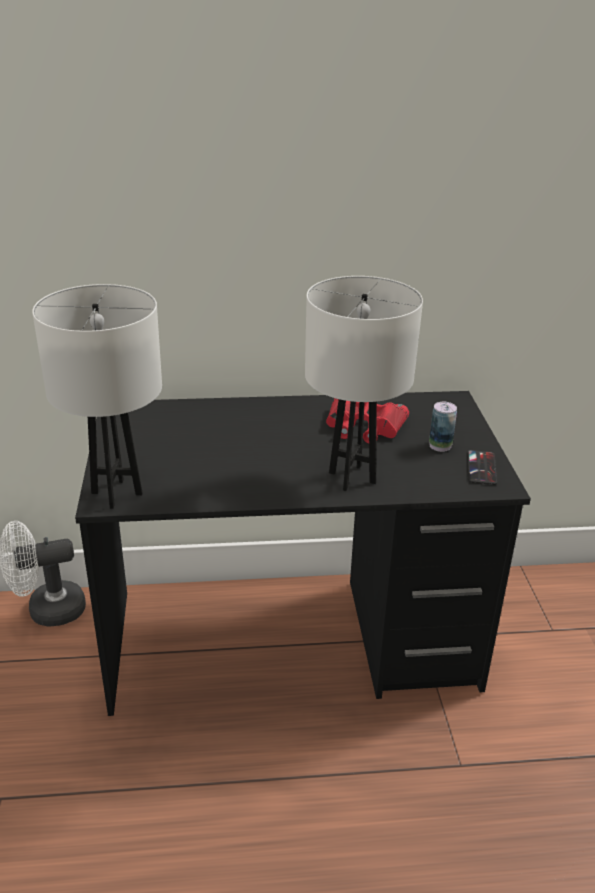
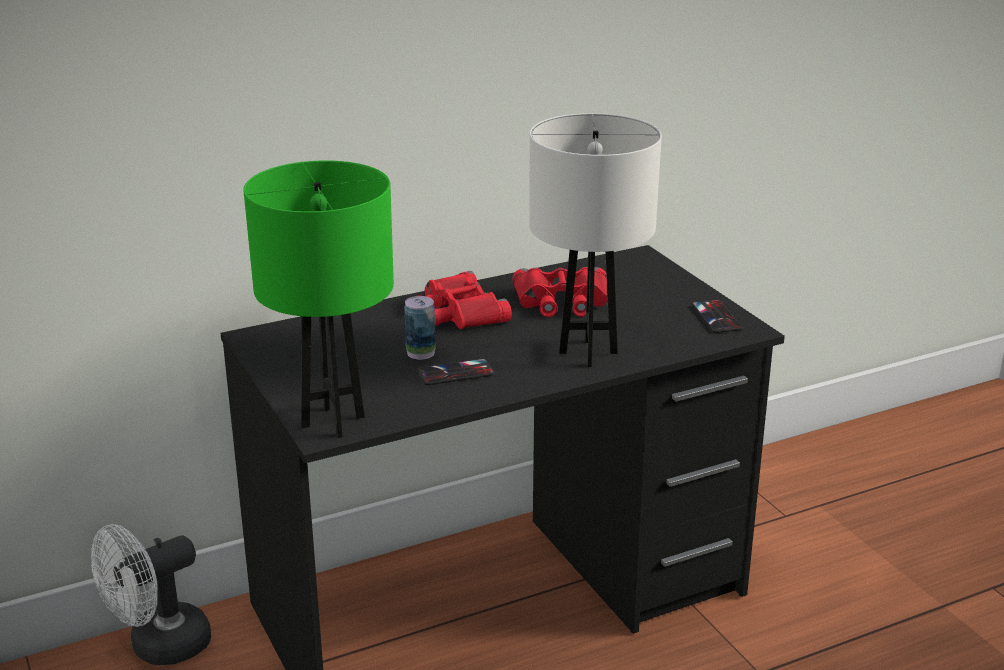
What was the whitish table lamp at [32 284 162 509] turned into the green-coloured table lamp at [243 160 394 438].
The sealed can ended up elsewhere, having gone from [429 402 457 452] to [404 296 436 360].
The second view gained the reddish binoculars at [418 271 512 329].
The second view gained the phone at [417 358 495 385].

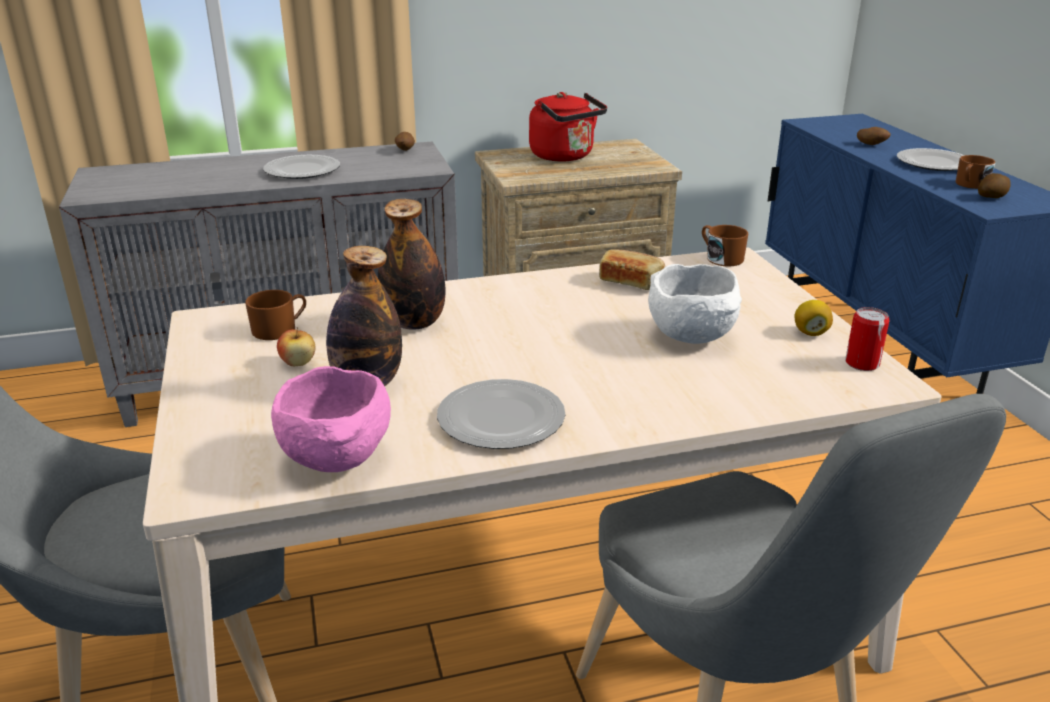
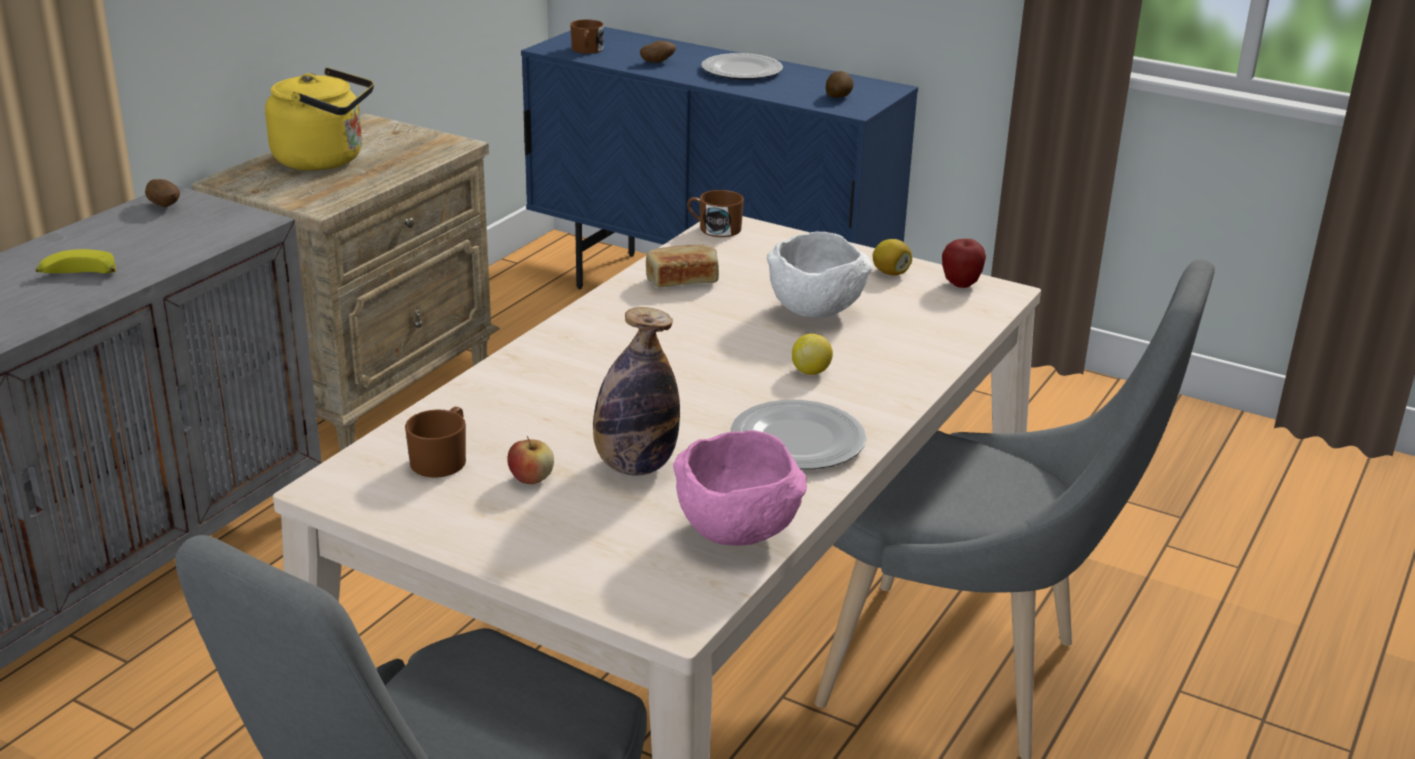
What was the reddish kettle at [529 92 607 161] turned into the yellow-coloured kettle at [265 67 374 171].
Where the plate stood at [263 155 340 179], the banana came to stand at [36 249 116 273].
The brown tea mug ended up elsewhere, having gone from [956 155 995 189] to [570 19 604 54].
The second view lost the drink bottle at [378 199 445 330].
Where the sealed can stood at [845 307 890 371], the apple came to stand at [942 239 986 288].
The second view gained the whole lemon at [792 334 833 375].

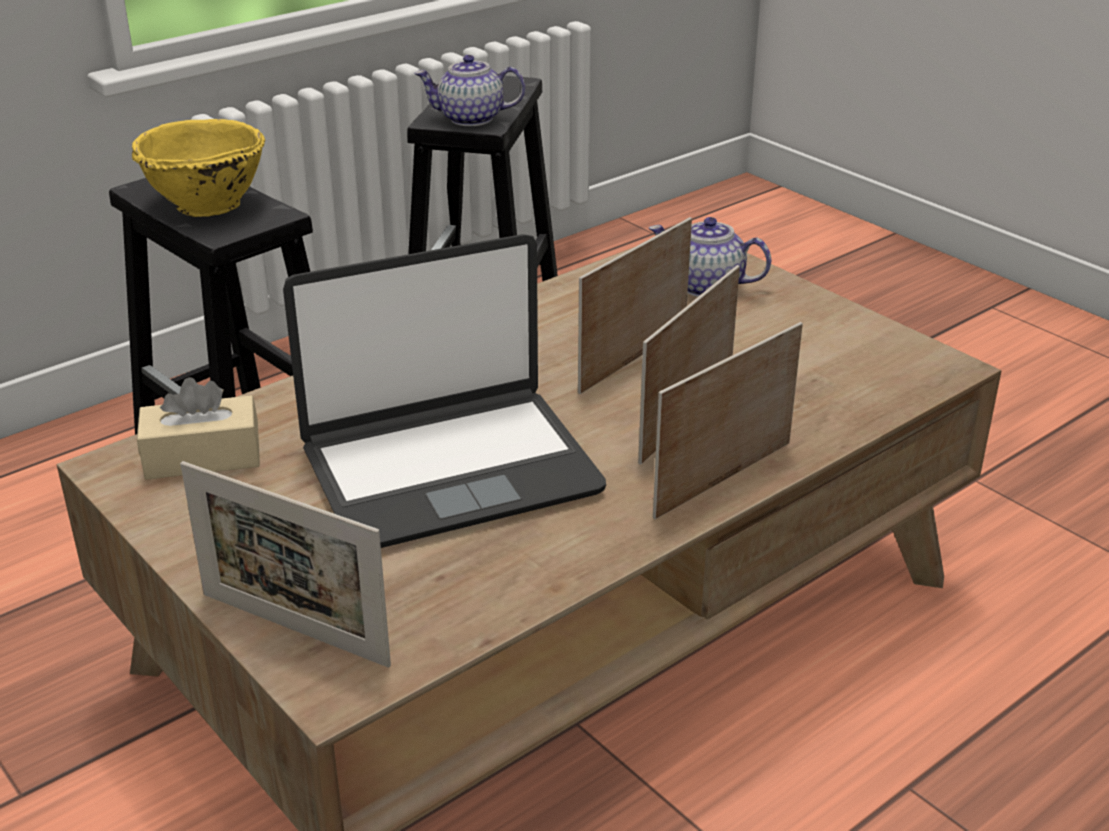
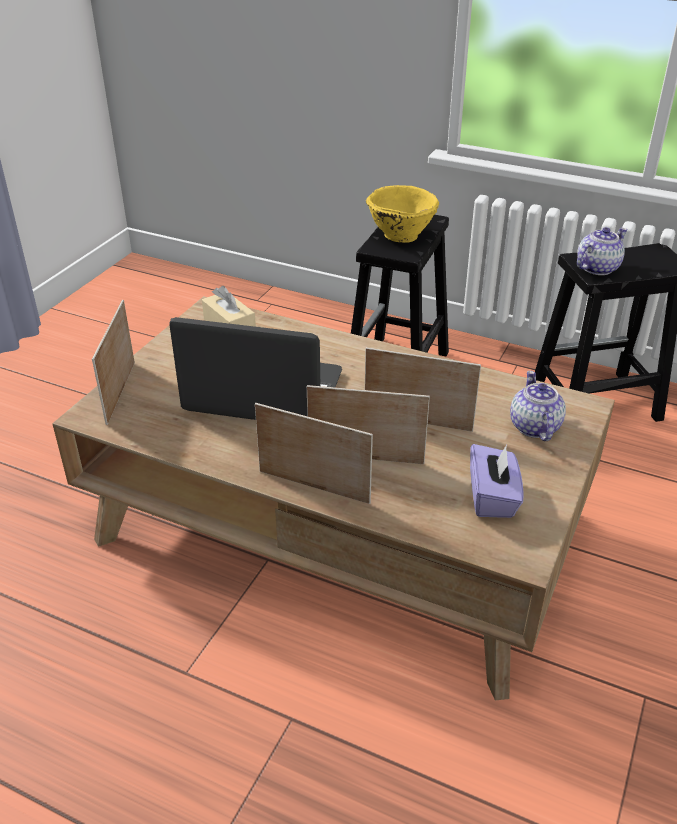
The pot for tea at [414 55 525 126] ended up facing another way, 75 degrees clockwise from before.
The portable computer at [283 234 606 548] ended up facing another way, 150 degrees clockwise from before.
The second view gained the purple-coloured tissue box at [470 444 524 518].

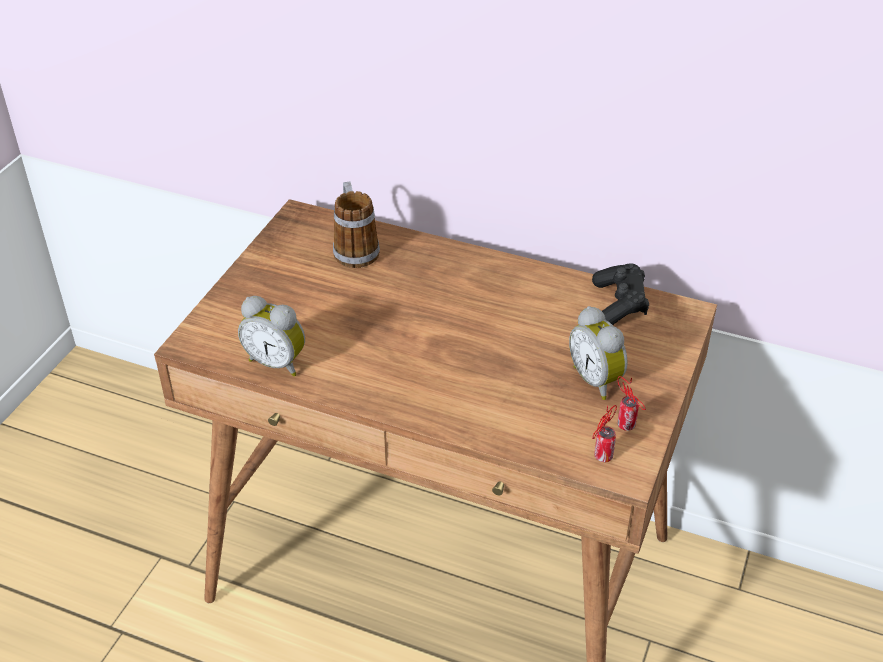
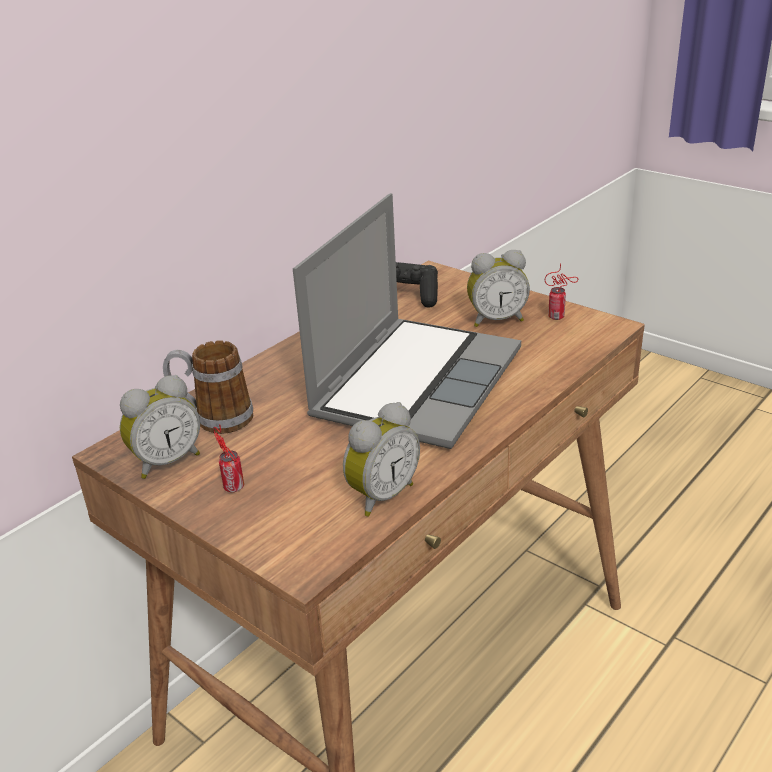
The sealed can ended up elsewhere, having gone from [592 405 617 462] to [213 424 244 492].
The second view gained the portable computer at [293 193 521 449].
The second view gained the bedside clock at [120 375 200 479].

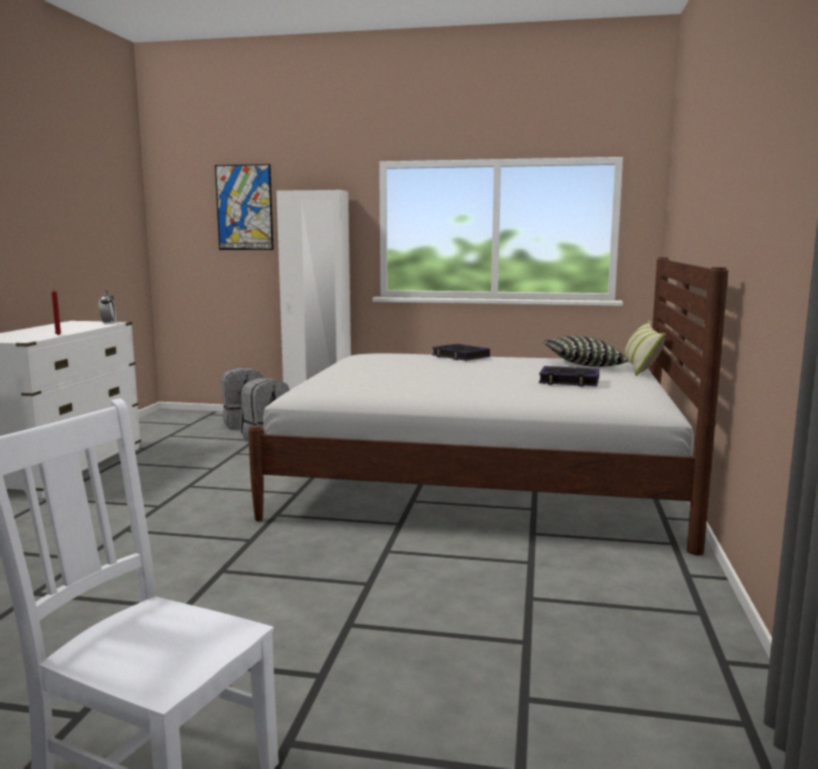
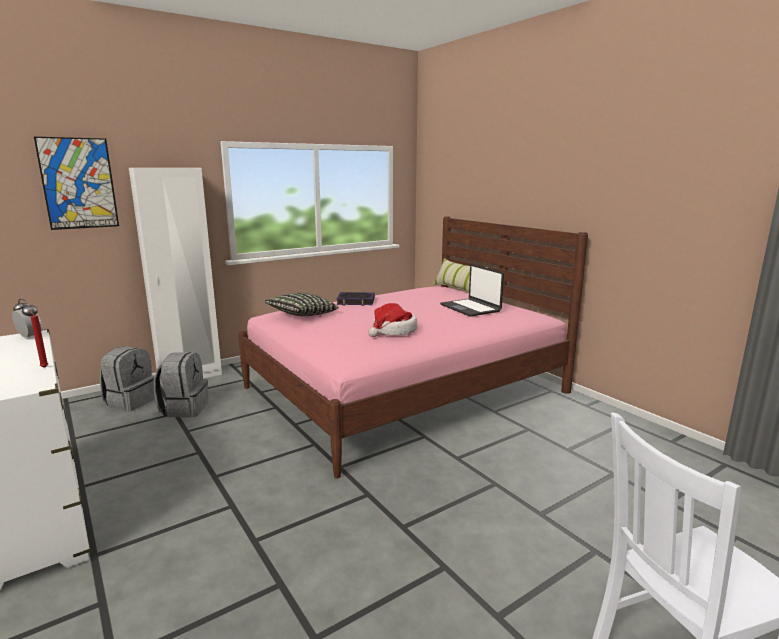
What was the whitish bedroom bed at [248 257 728 555] turned into the pink bedroom bed at [238 216 588 479].
The throw pillow ended up elsewhere, having gone from [543 336 628 367] to [264 293 339 316].
Where the volume stood at [539 366 599 387], the portable computer came to stand at [440 264 504 317].
The second view gained the clothing hat at [368 303 417 337].

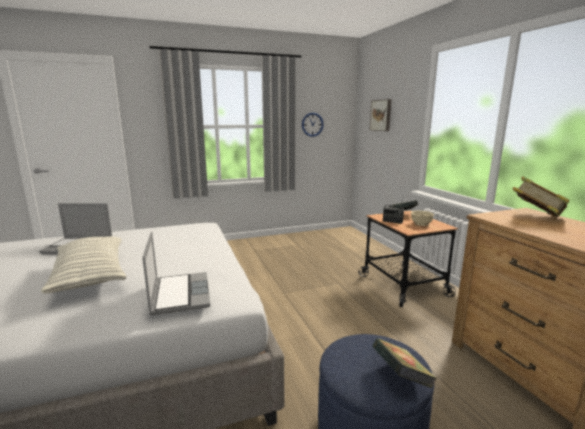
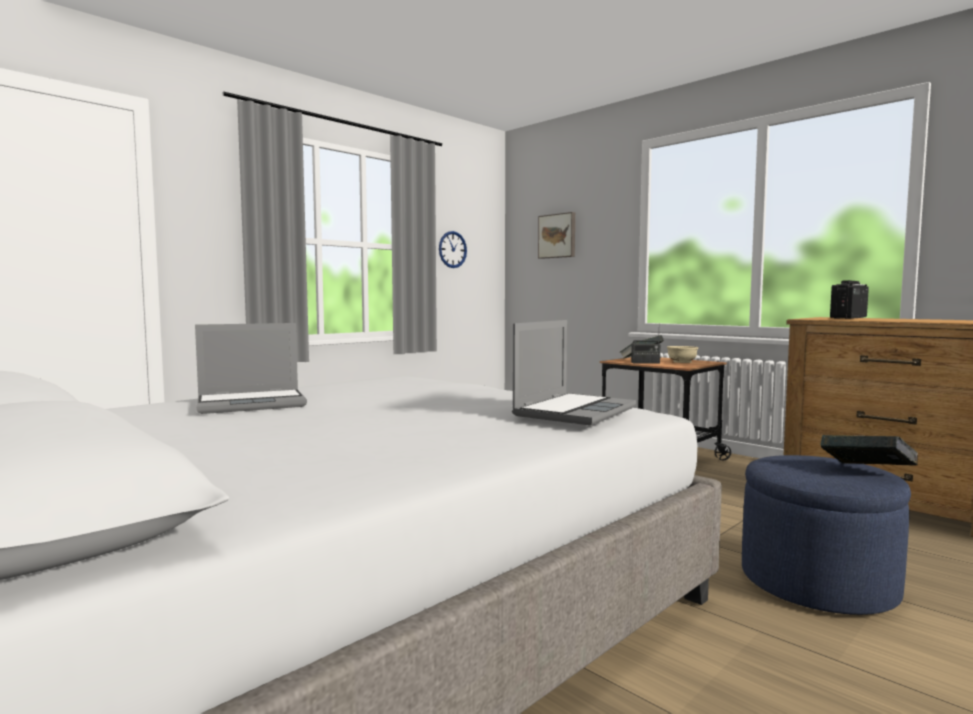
Where the volume stood at [512 176 569 217], the radio set came to stand at [830 280 869 319].
The portable computer at [142 232 210 315] ended up facing another way, 75 degrees clockwise from before.
The second view lost the throw pillow at [41 236 126 293].

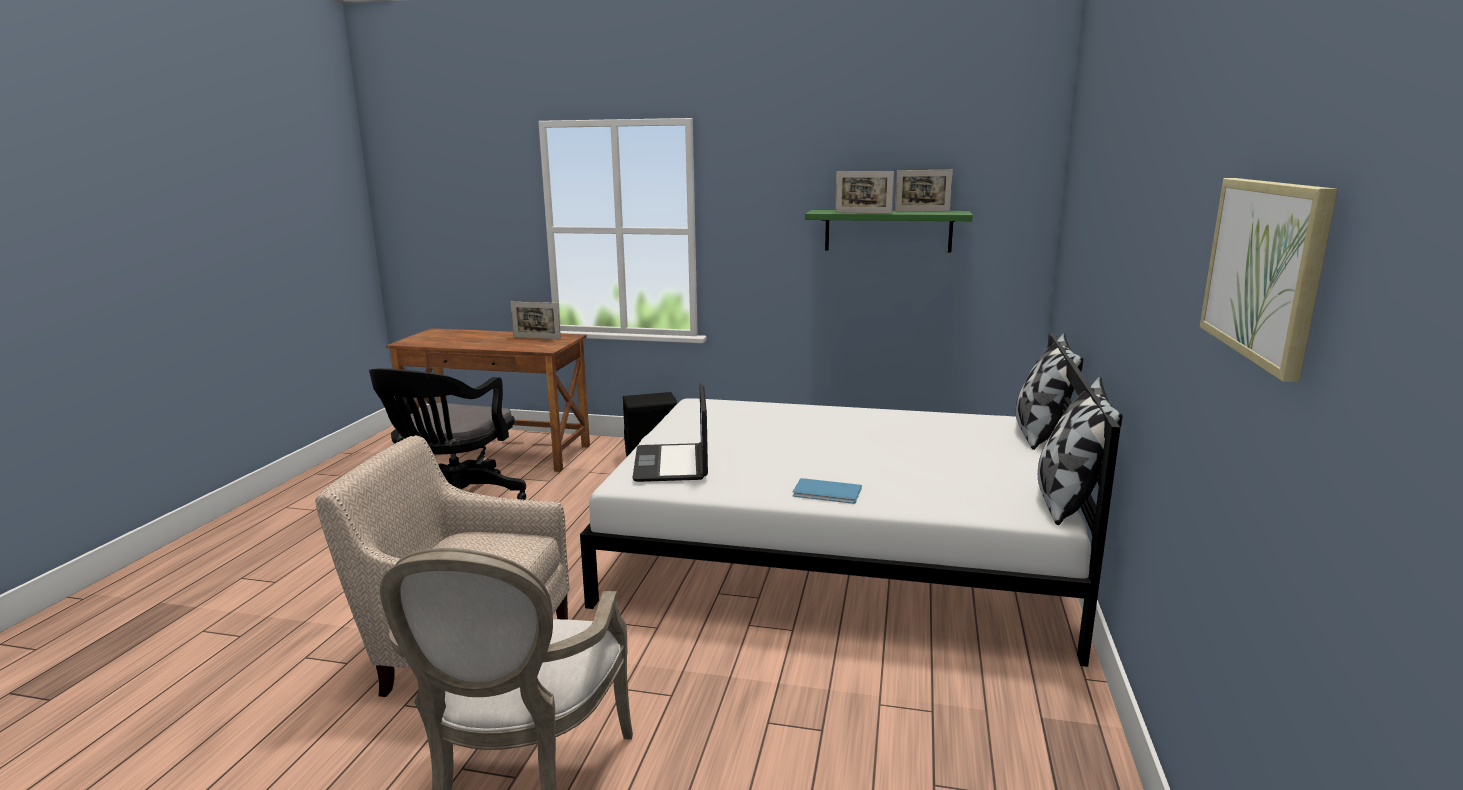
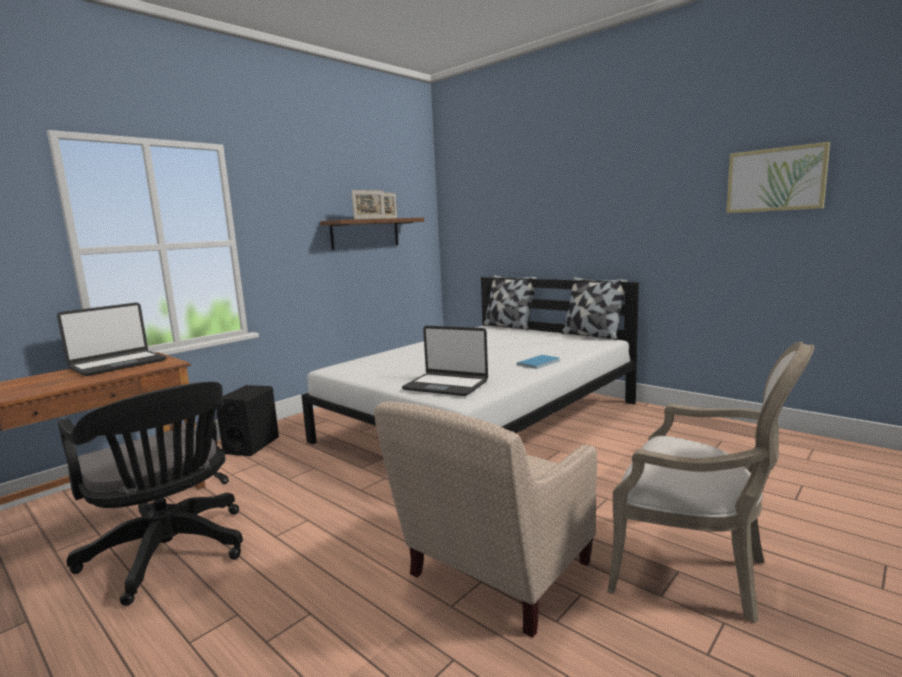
What was the green-coloured wall shelf at [805 210 973 252] turned into the brown wall shelf at [320 218 424 250].
Where the picture frame stood at [511 302 561 339], the portable computer came to stand at [57 303 167 376].

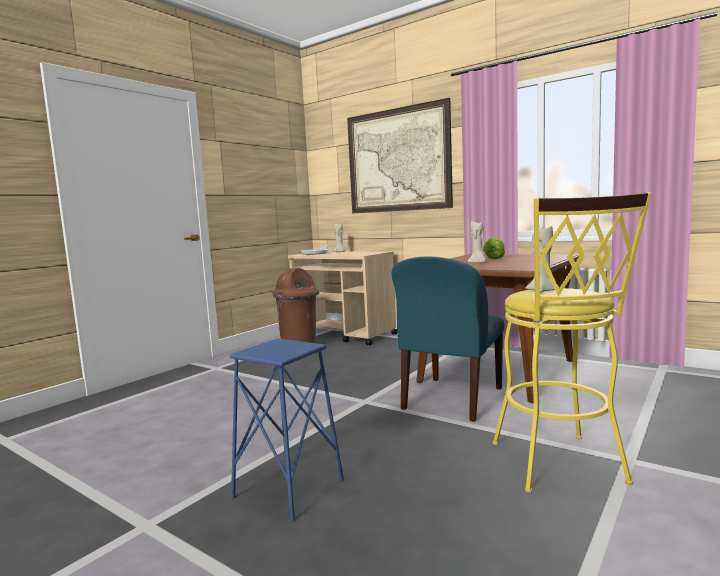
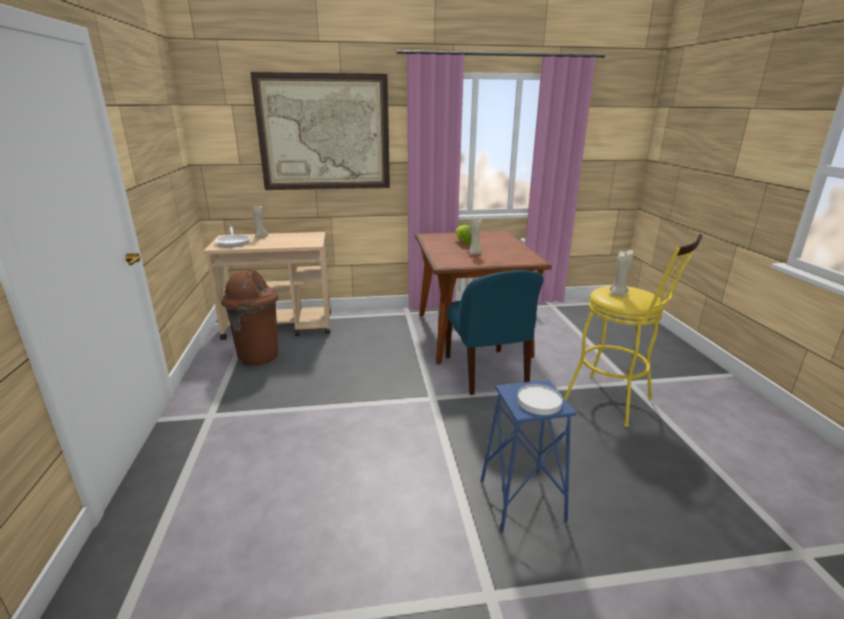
The second view gained the whitish plate at [517 384 563 415].

